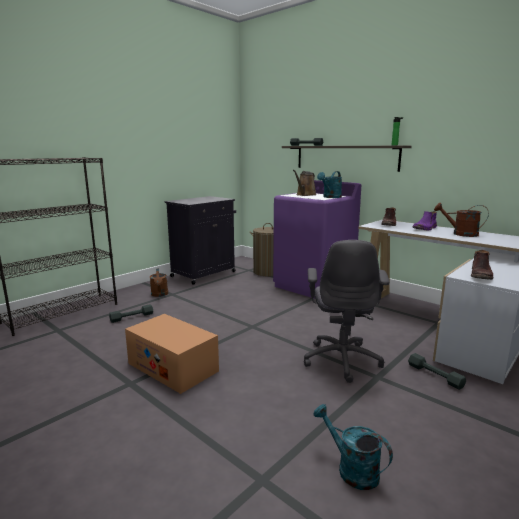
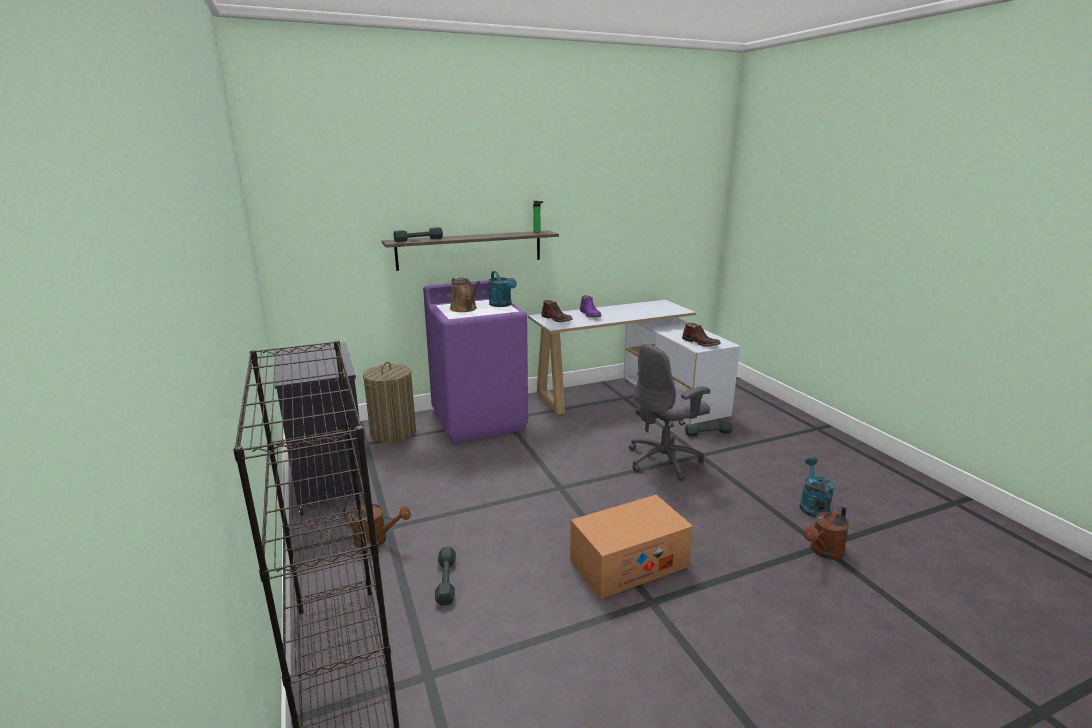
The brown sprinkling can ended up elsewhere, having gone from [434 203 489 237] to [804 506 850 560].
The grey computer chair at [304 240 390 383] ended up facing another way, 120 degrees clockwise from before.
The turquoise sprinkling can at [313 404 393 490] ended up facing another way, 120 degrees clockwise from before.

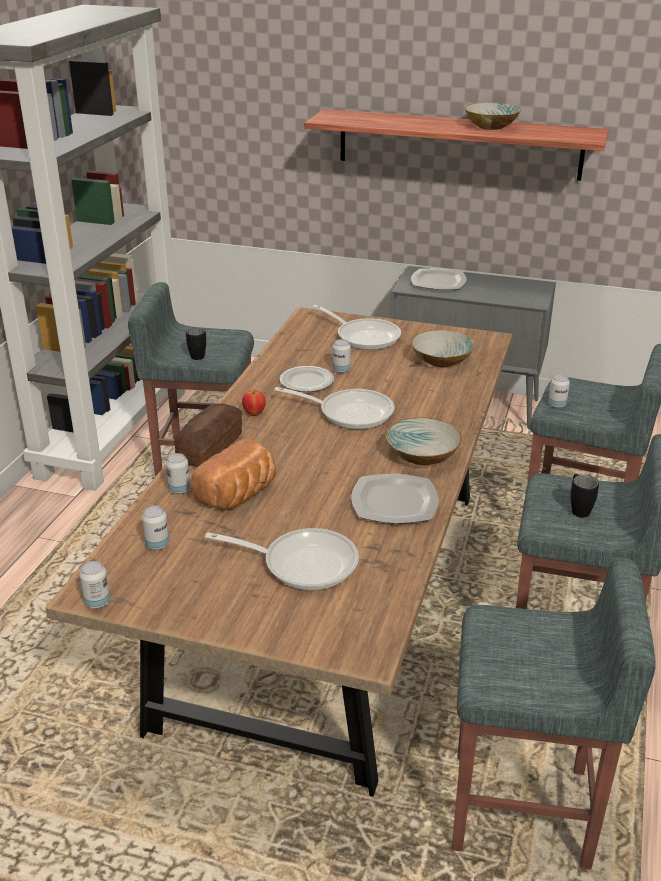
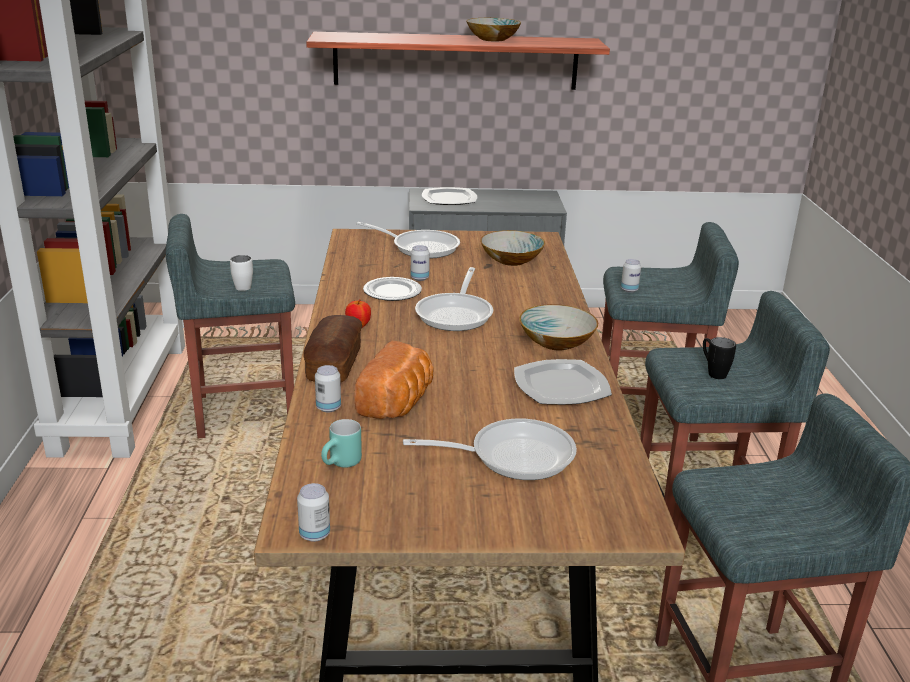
What was the black tea mug at [186 327 206 360] turned into the whitish tea mug at [230 255 253 291].
The pan at [274 387 395 429] ended up facing another way, 105 degrees clockwise from before.
Where the sealed can stood at [142 506 169 550], the turquoise tea mug came to stand at [321 419 362 467].

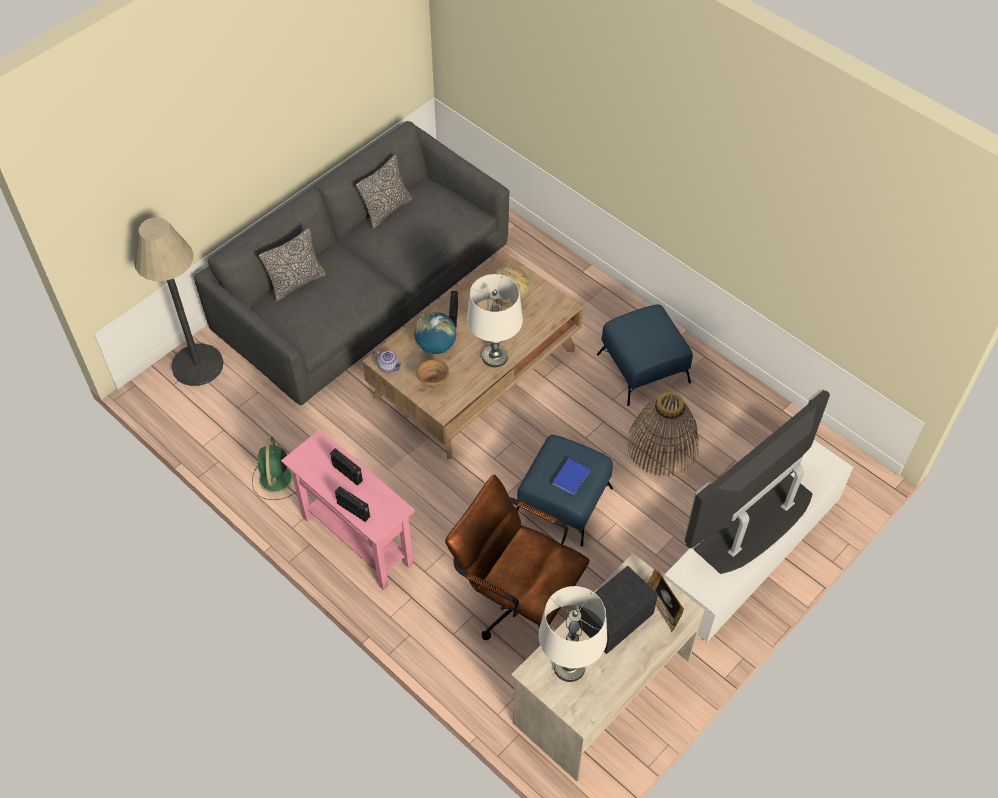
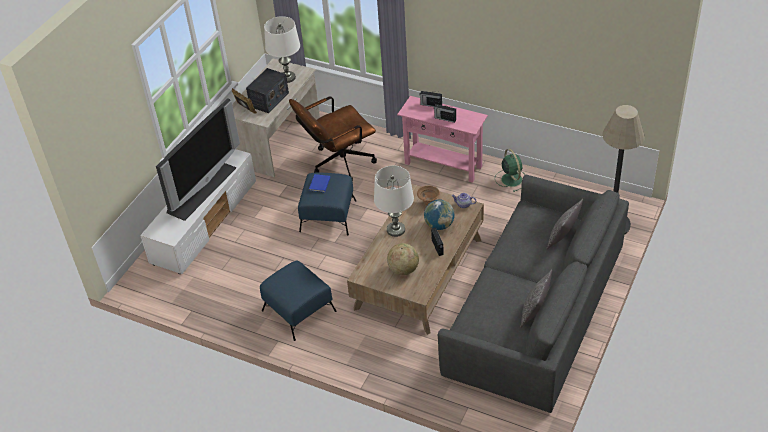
The second view lost the household basket at [627 392 699 476].
The brown computer chair at [445 475 590 640] ended up facing another way, 135 degrees clockwise from before.

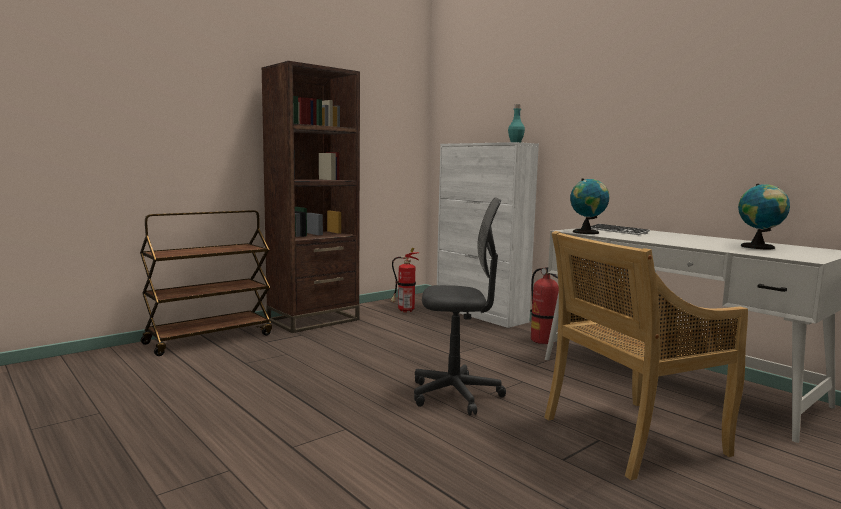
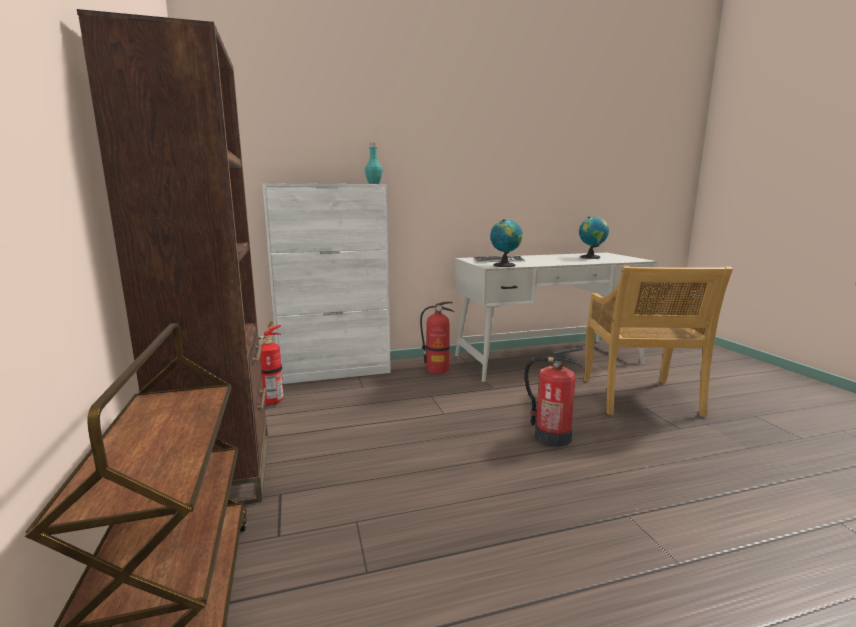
Where the grey computer chair stood at [414 198 506 415], the fire extinguisher came to stand at [524 348 584 447].

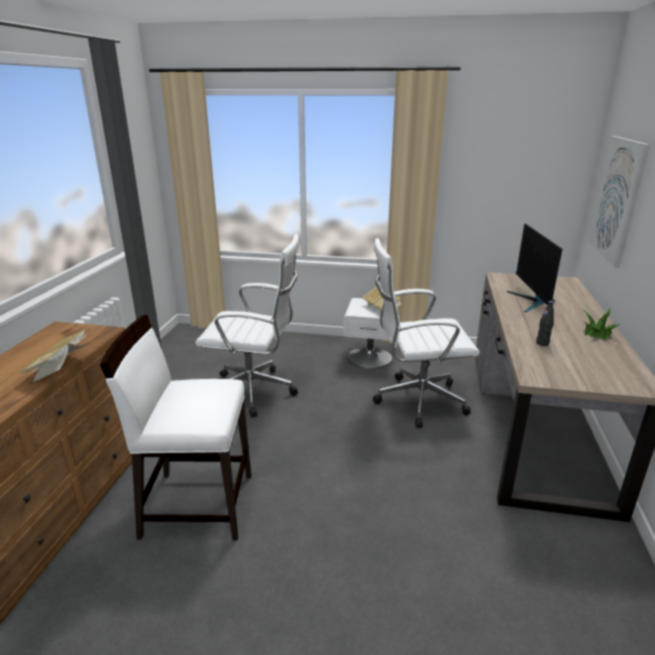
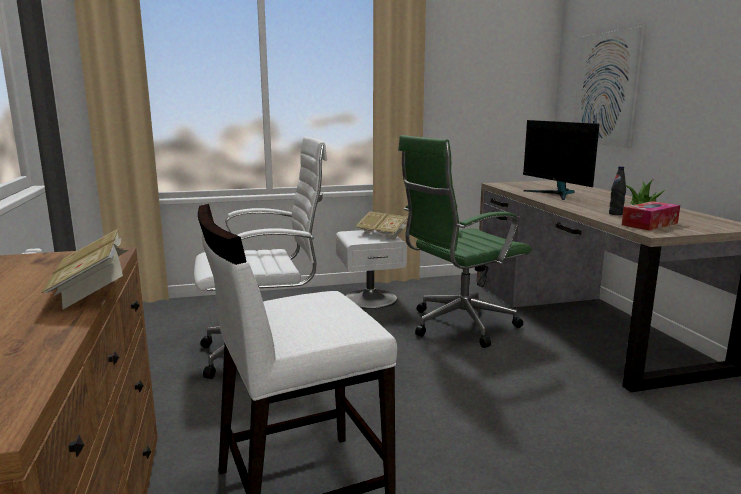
What was the whitish computer chair at [373 238 480 428] turned into the green-coloured computer chair at [398 135 531 348].
The second view gained the tissue box at [622 201 680 230].

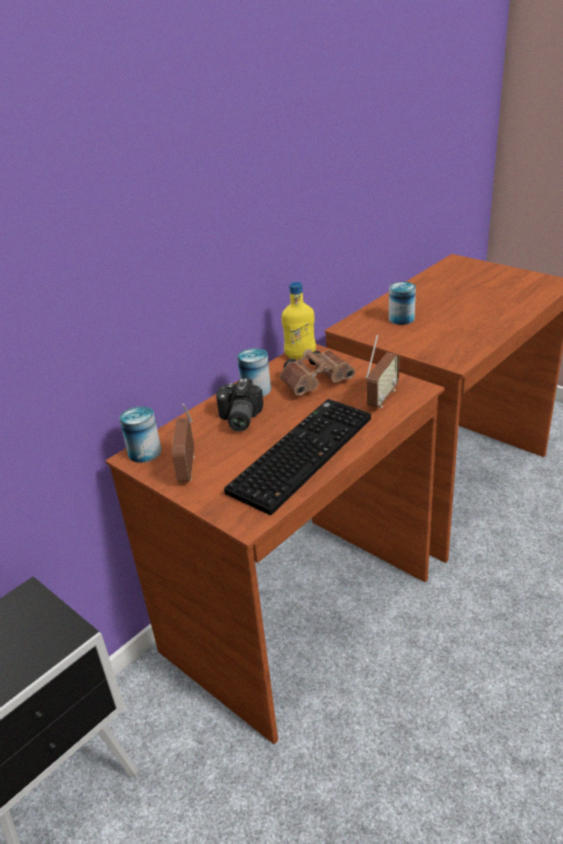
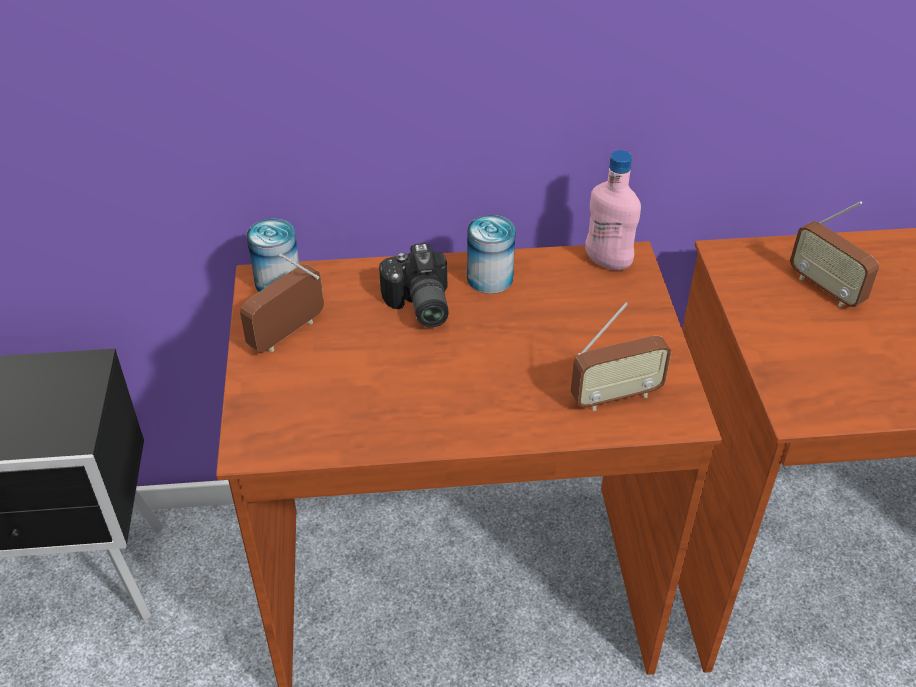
What was the yellow-coloured drink bottle at [281 282 316 359] turned into the pink drink bottle at [585 150 641 271].
Where the sealed can stood at [389 282 416 325], the radio set came to stand at [790 201 879 307].
The second view lost the brown binoculars at [280 349 355 396].
The still camera at [216 378 264 432] ended up facing another way, 60 degrees counterclockwise from before.
The second view lost the PC keyboard at [224 399 371 515].

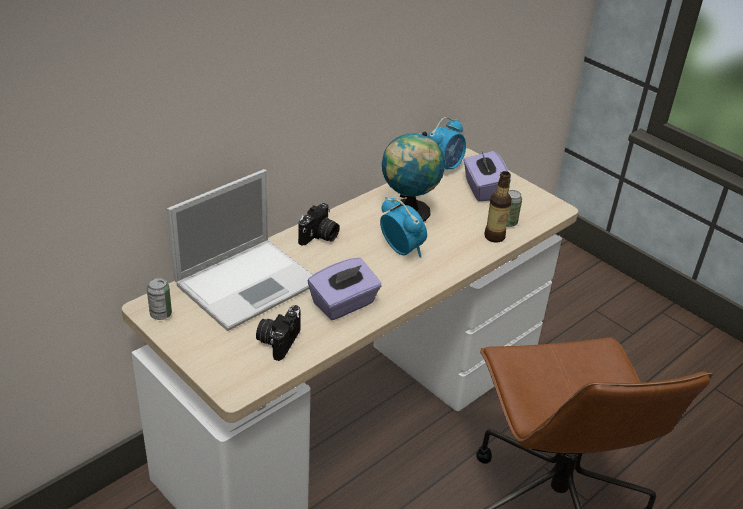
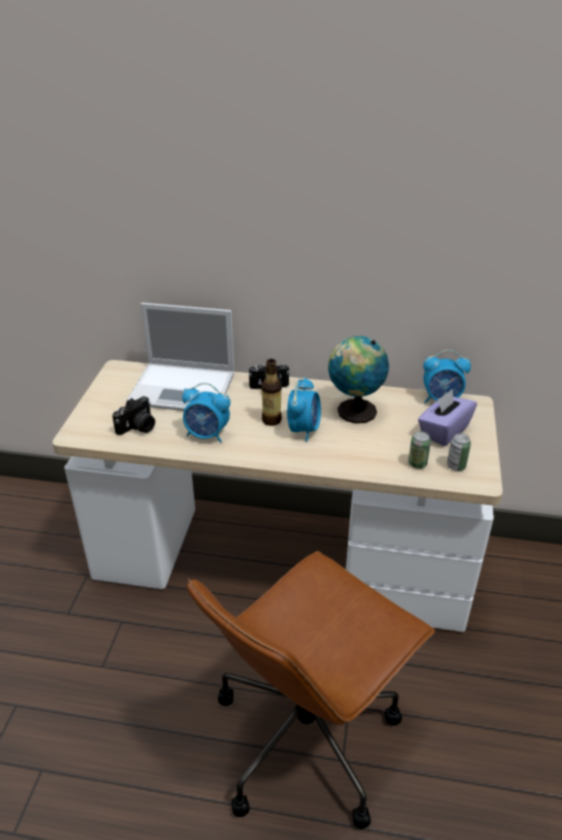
The drink bottle ended up elsewhere, having gone from [484 171 512 243] to [262 359 282 426].
Where the purple-coloured tissue box stood at [308 258 382 320], the bedside clock came to stand at [182 383 230 443].
The sealed can ended up elsewhere, having gone from [147 277 172 320] to [447 433 471 471].
The still camera at [256 305 301 361] ended up facing another way, 150 degrees clockwise from before.

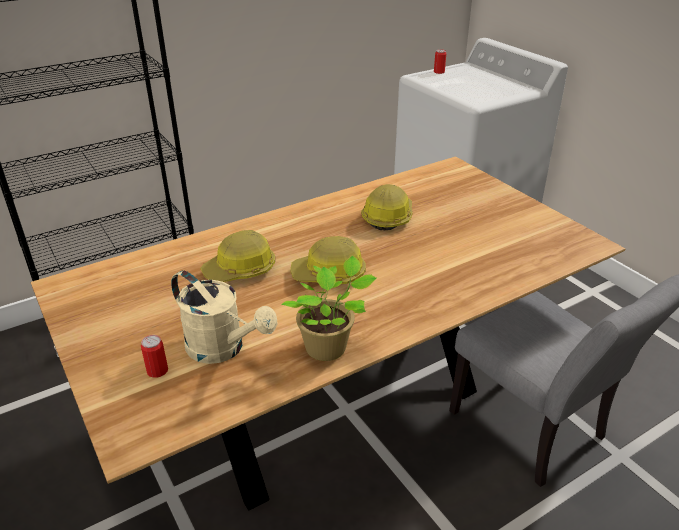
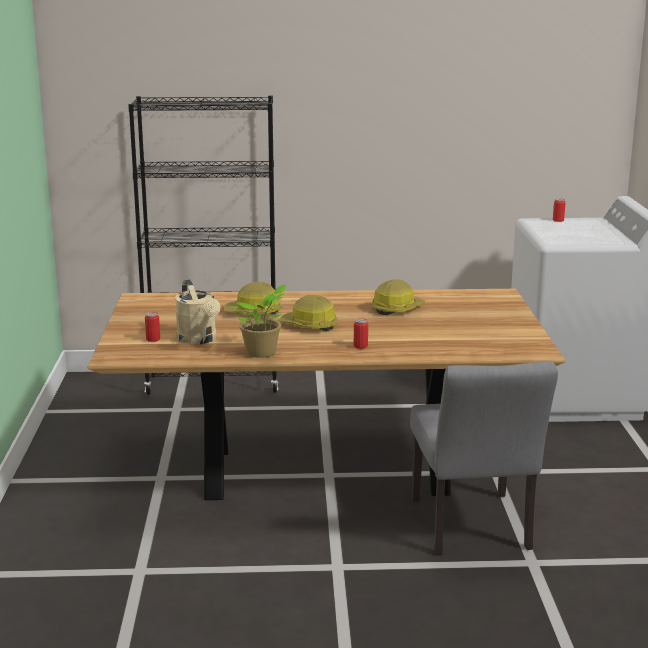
The second view gained the sealed can at [354 318 368 349].

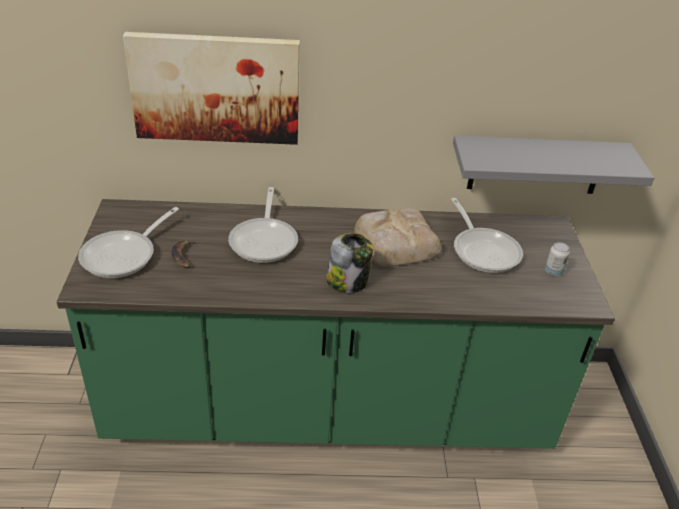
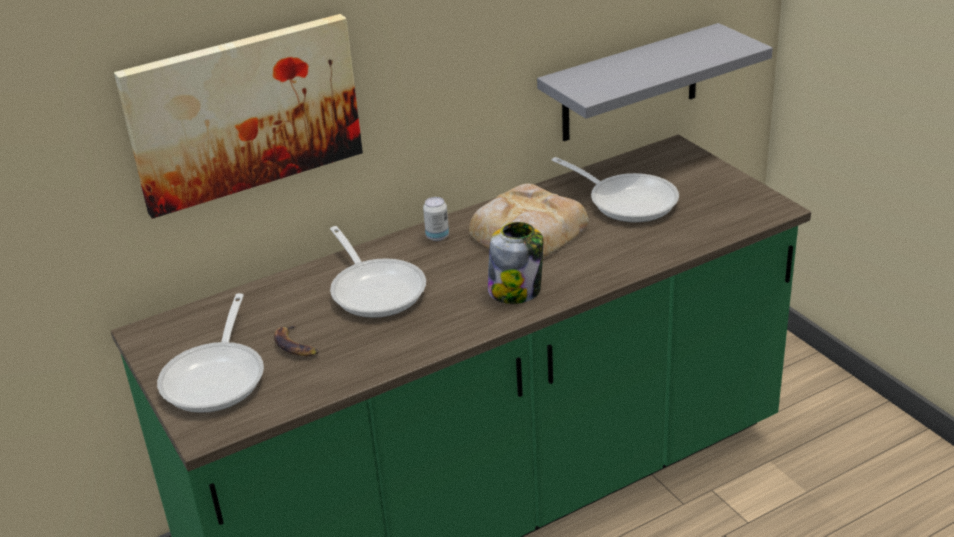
The sealed can ended up elsewhere, having gone from [545 242 570 276] to [423 197 449 241].

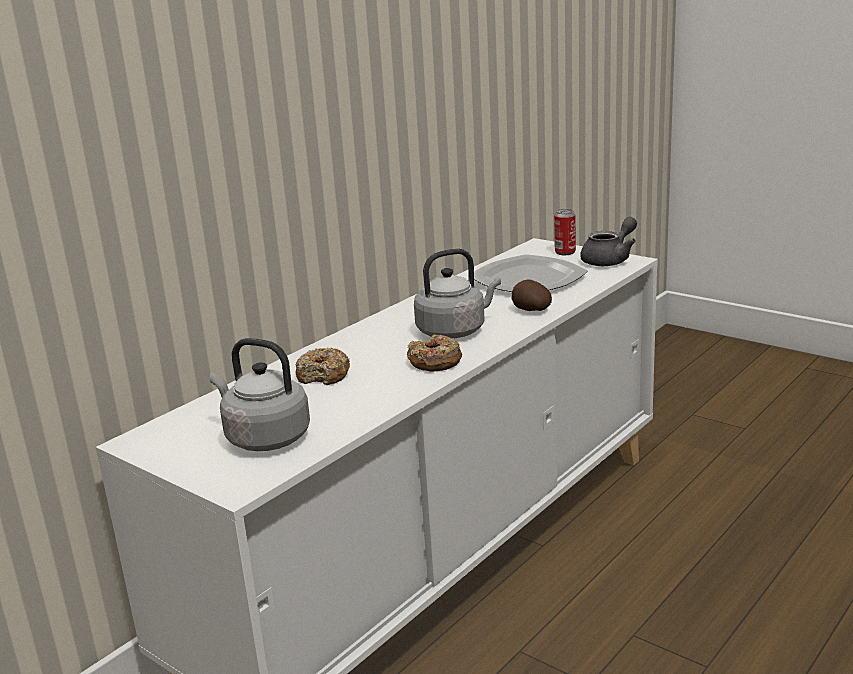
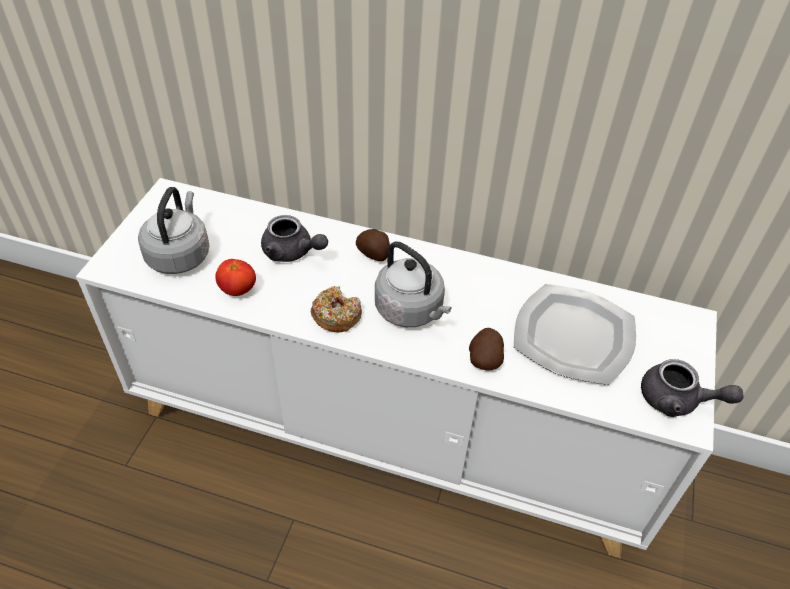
The second view lost the sealed can at [554 209 576 255].
Where the doughnut stood at [295 347 350 385], the grey pot for tea came to stand at [261 215 328 262].
The second view gained the potato at [356 229 390 261].
The second view gained the fresh tomato at [215 259 256 296].

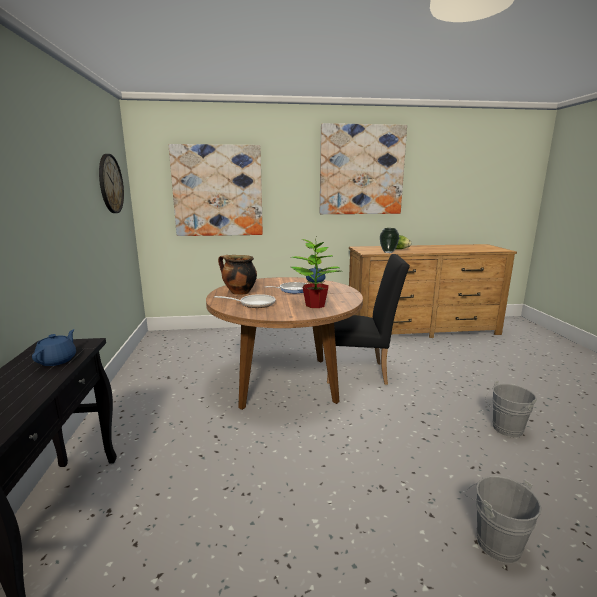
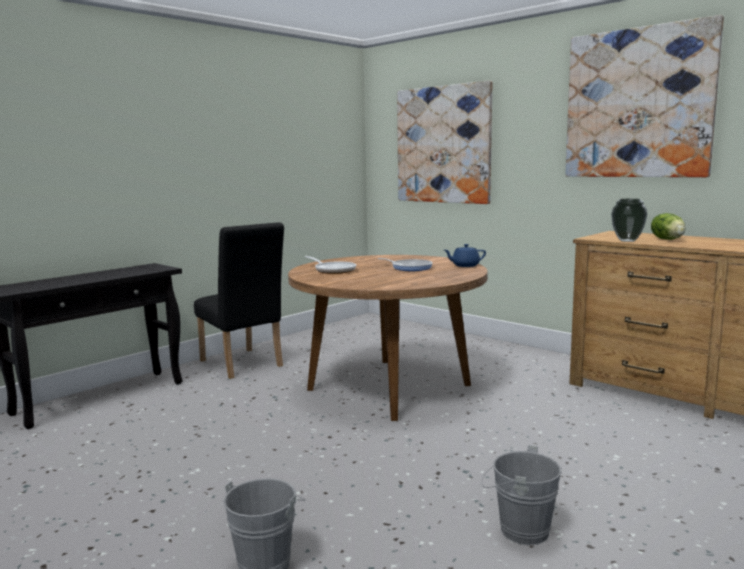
The second view lost the clock on the wall at [99 154 124 213].
The second view lost the potted plant at [291 239 340 308].
The black plain chair ended up elsewhere, having gone from [327 254 410 385] to [194 222 284 379].
The second view lost the cooking pot at [218 255 257 295].
The second view lost the blue-coloured pot for tea at [32 329 76 366].

